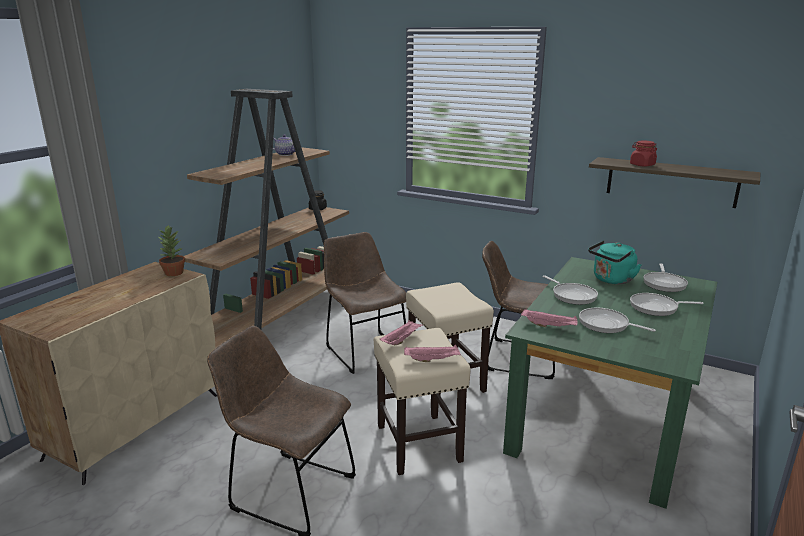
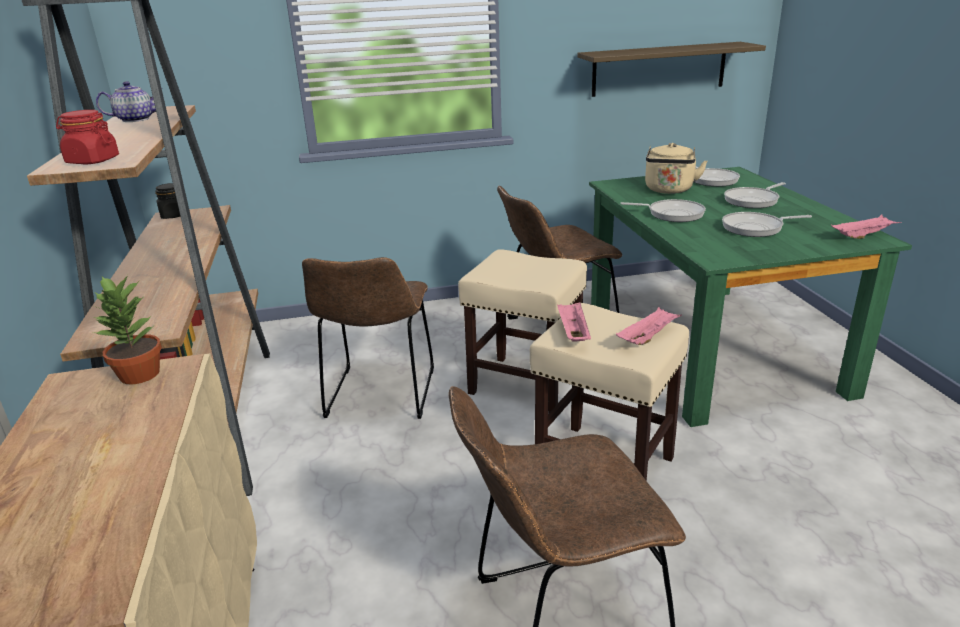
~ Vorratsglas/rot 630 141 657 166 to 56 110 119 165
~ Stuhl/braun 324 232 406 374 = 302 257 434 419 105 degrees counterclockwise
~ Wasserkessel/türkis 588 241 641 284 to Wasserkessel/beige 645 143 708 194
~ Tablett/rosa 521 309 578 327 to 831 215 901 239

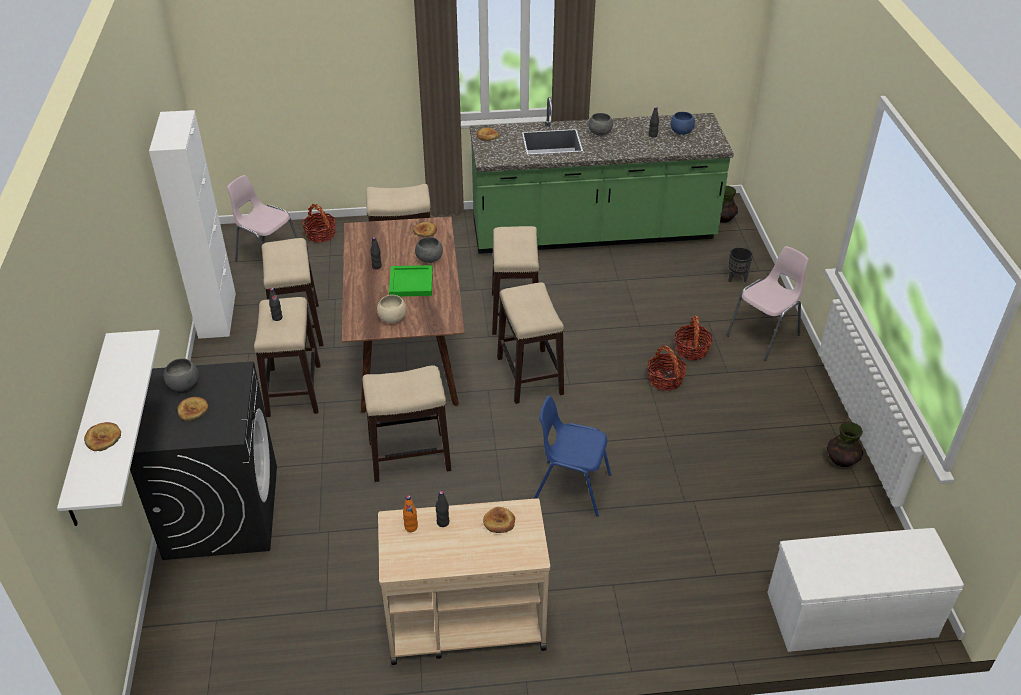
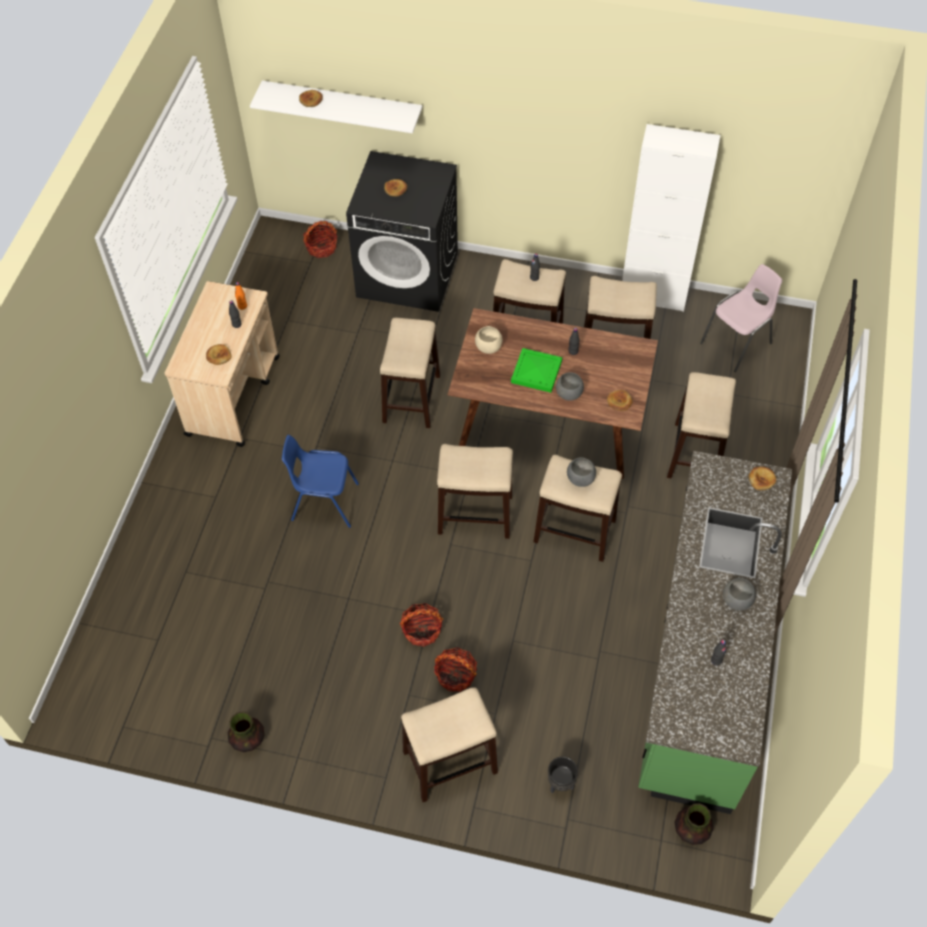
- Schüssel/blau 671 112 695 135
~ Korb 303 204 336 243 to 303 221 337 258
~ Stuhl/rosa 726 246 809 361 to Hocker 401 688 498 802
~ Schüssel/grau 163 358 198 391 to 567 457 596 487
~ Stuhl/blau 533 396 611 517 = 282 435 359 528 120 degrees counterclockwise
- Bank/weiß 767 528 964 652

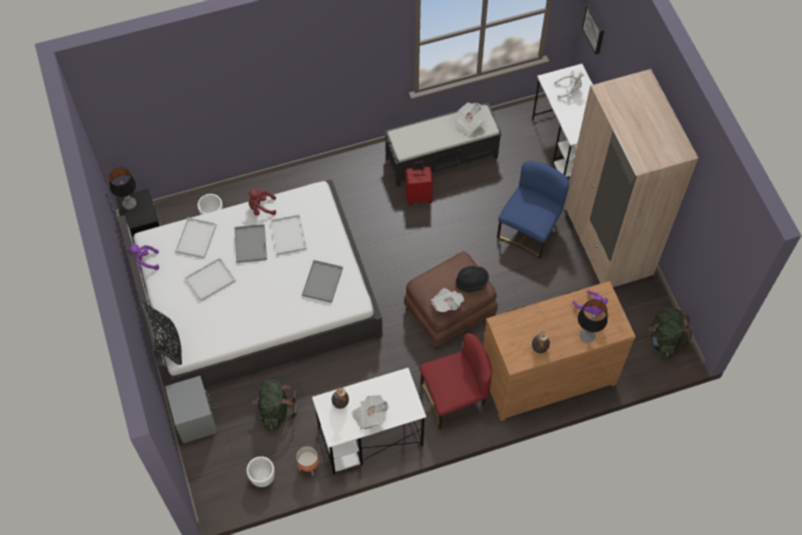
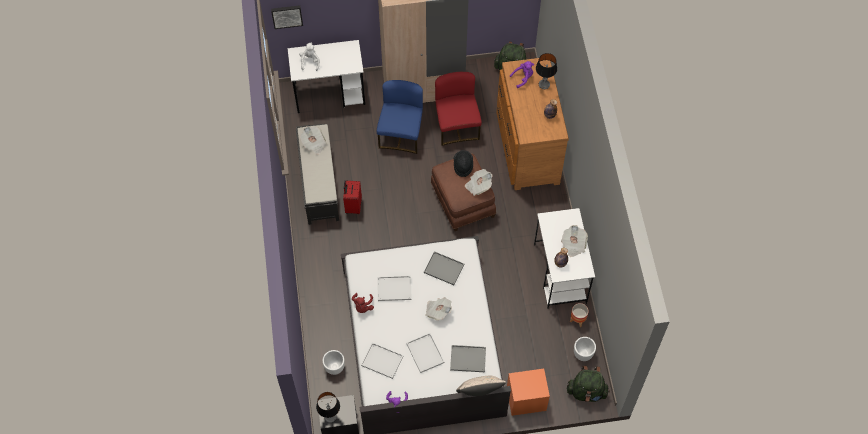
~ Stuhl/blau 497 161 569 259 = 377 80 423 154 60 degrees clockwise
~ Tablett/grau 234 224 267 263 to 450 345 486 372
~ Kissen/schwarz 140 301 182 365 to Kissen/beige 456 376 506 396
~ Stuhl/rot 419 333 492 429 to 435 72 482 146
~ Nachttisch/grau 165 376 217 443 to Nachttisch/orange 507 369 550 416
~ Rucksack/grün 252 380 298 430 to 567 366 610 402
+ Zeitung 425 298 452 320

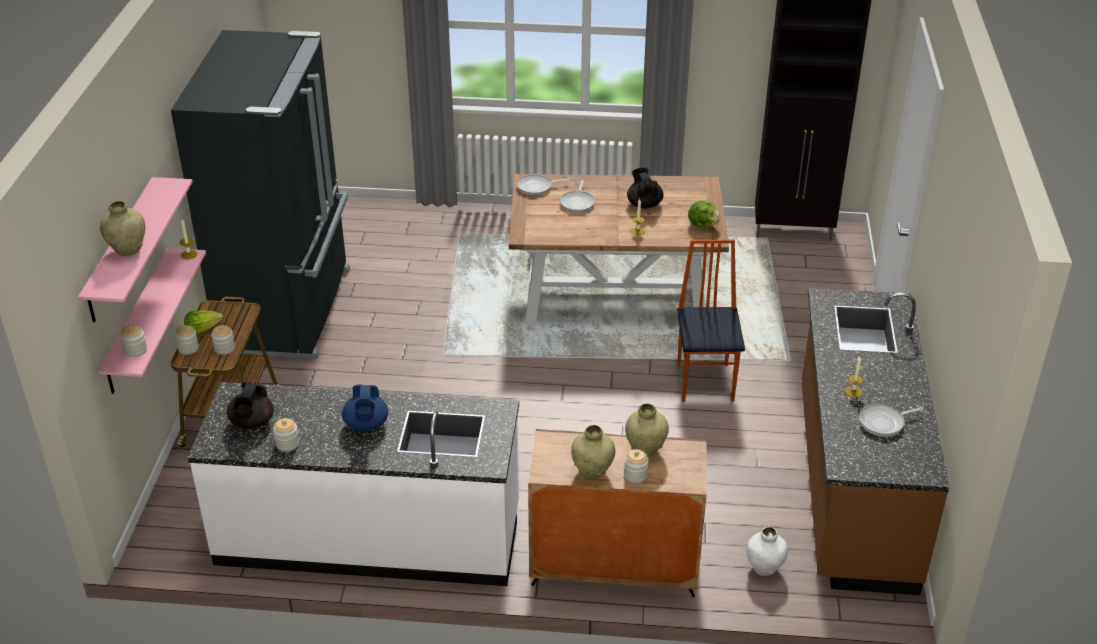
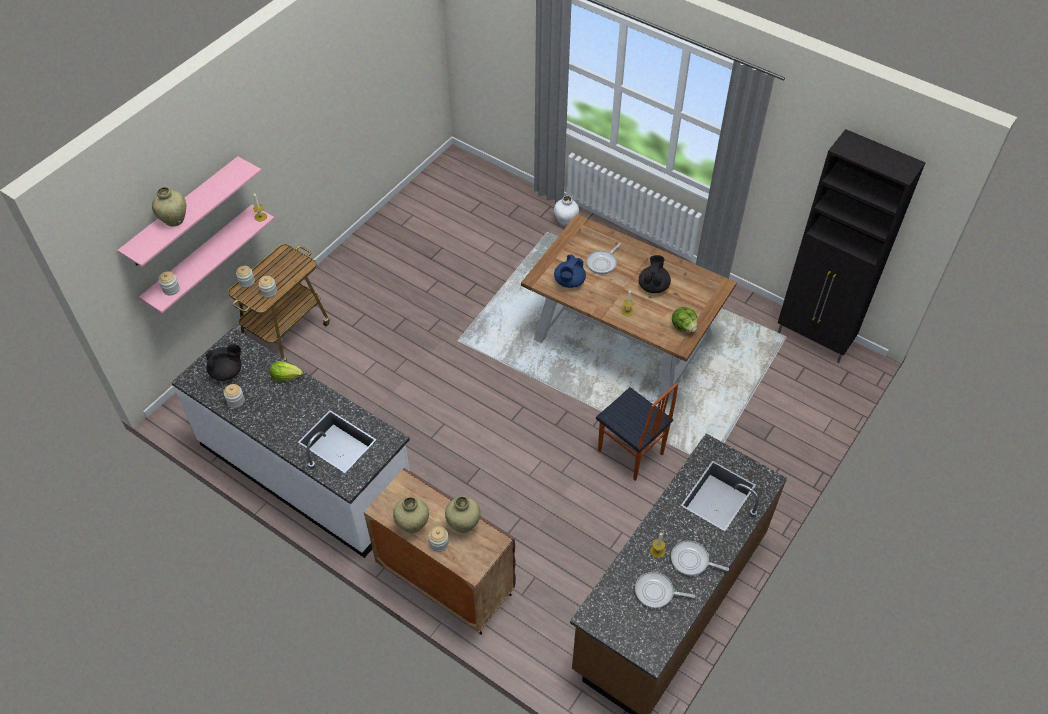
- Kühlschrank/schwarz 171 30 350 359
~ Pfanne 517 174 570 196 to 671 540 729 576
~ Stuhl 677 240 745 402 = 596 383 678 481 105 degrees clockwise
~ Salatkopf 184 310 223 334 to 270 361 303 381
~ Teekanne/schwarz 227 382 274 429 = 206 344 241 381 150 degrees counterclockwise
~ Teekanne/blau 342 384 388 431 to 554 255 586 288
~ Vase/weiß 746 527 788 576 to 554 196 579 226

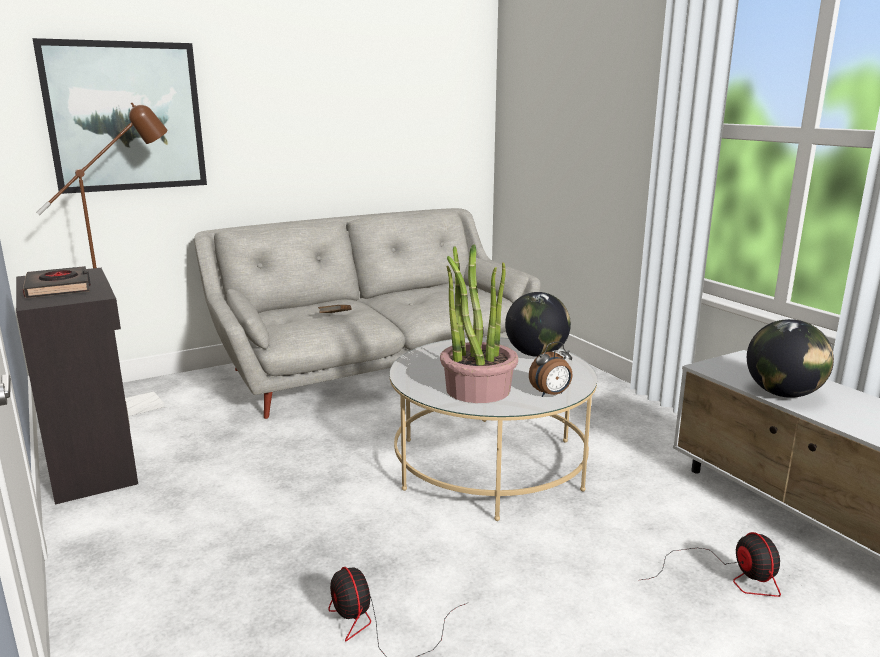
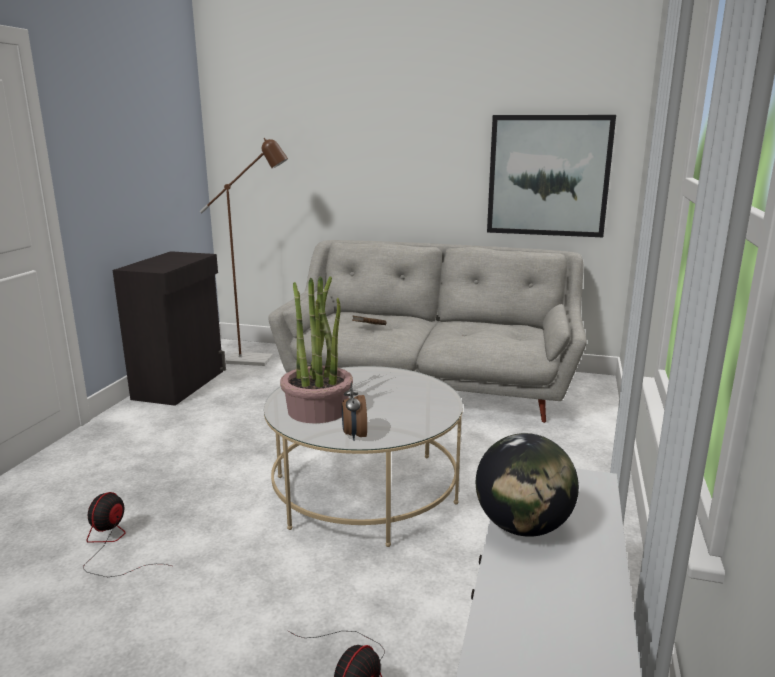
~ Bild 33 38 207 194 to 487 115 616 237
- Buch/schwarz 23 266 91 298
- Globus 505 292 571 357
~ Wecker 529 342 572 397 = 342 382 367 441 60 degrees clockwise

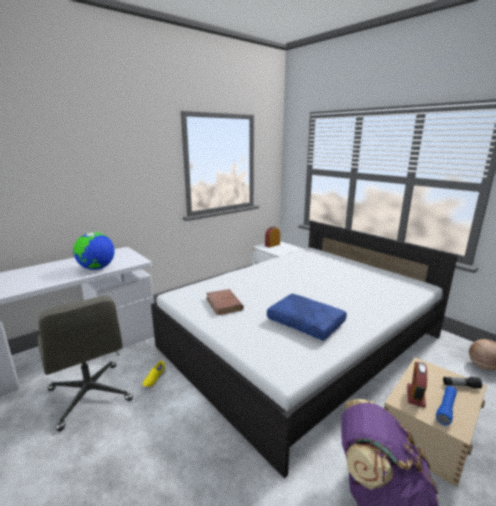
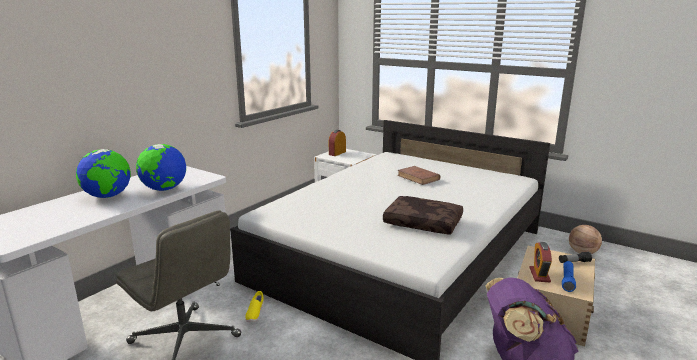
~ Buch/braun 206 289 244 316 to 397 166 440 185
~ Kissen/blau 267 294 347 341 to Kissen/braun 383 196 463 235
+ Globus 76 149 131 198

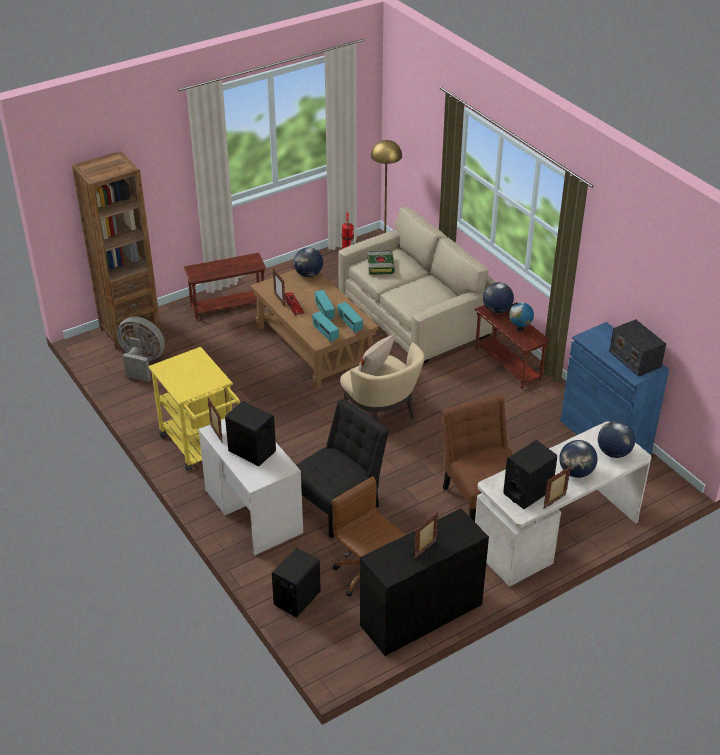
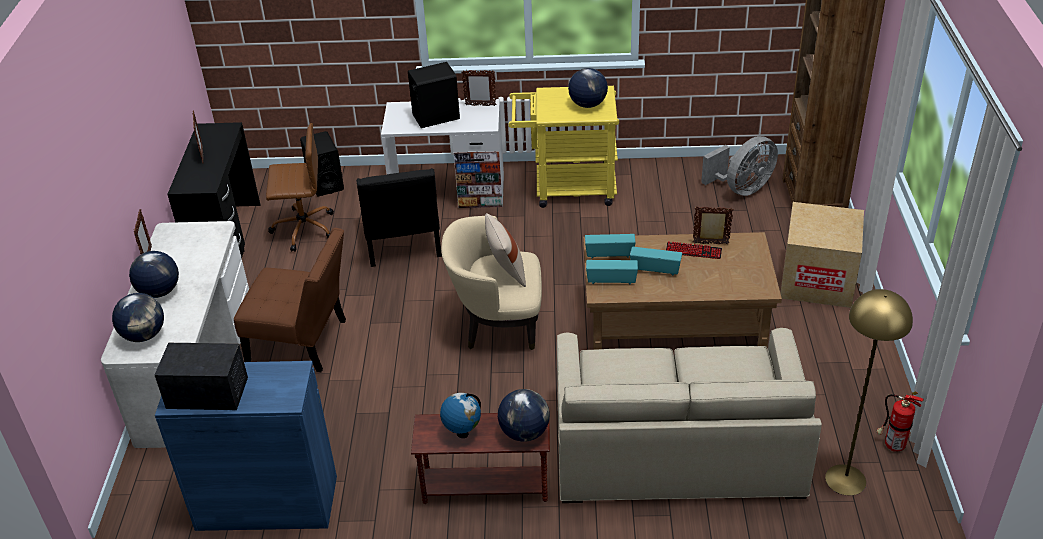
~ Globus 294 247 323 277 to 568 68 608 108
- Buch 367 251 395 275
~ Beistelltisch/braun 184 253 266 320 to Karton 780 202 864 308
- Lautsprecher/schwarz 503 440 557 509

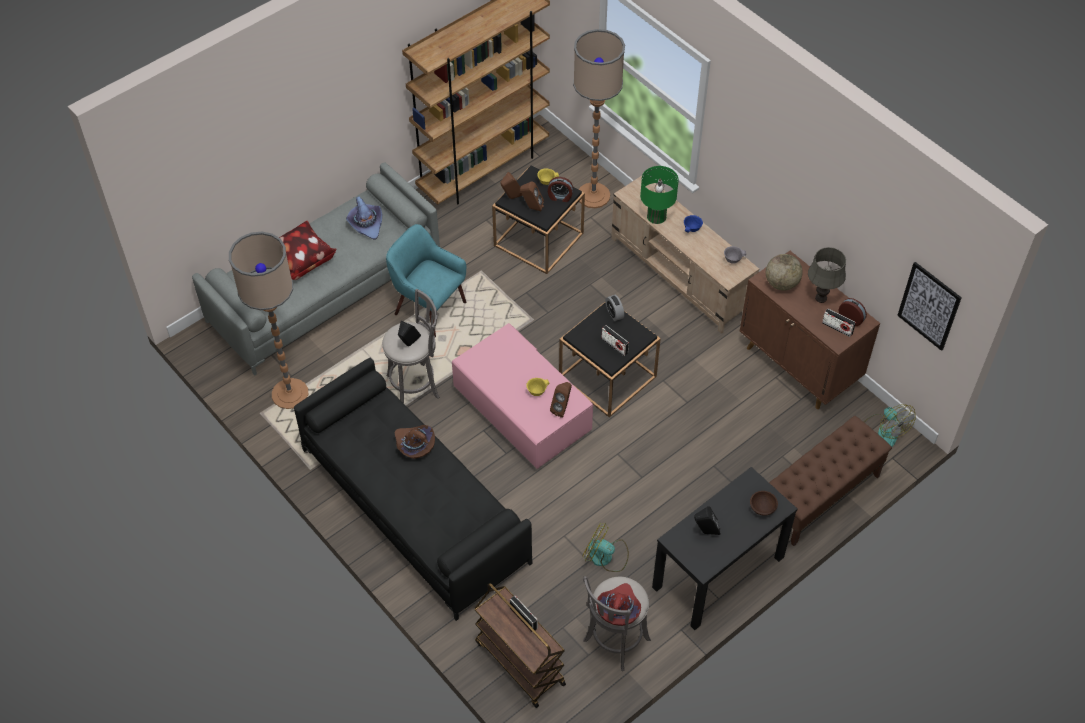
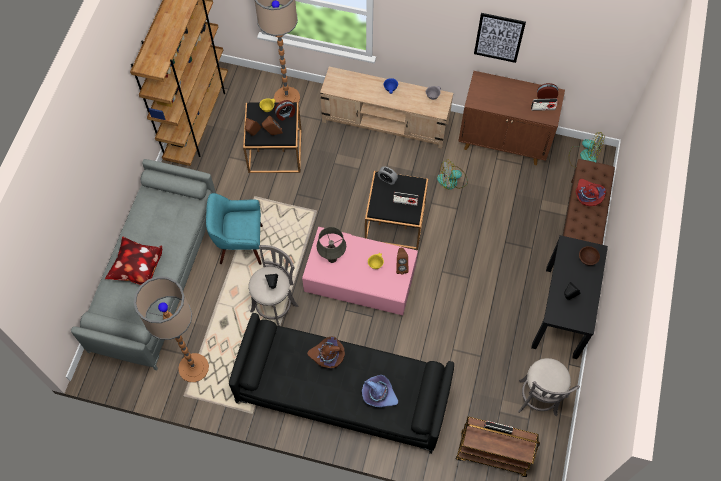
- Tischlampe/grün 640 166 679 224
~ Hut/lila 346 196 382 239 to 362 375 398 408
~ Tischlampe/grau 808 247 846 303 to 317 227 346 263
- Globus 766 254 803 291
~ Bild 897 262 962 351 to 474 13 526 63
~ Ventilator 582 523 629 572 to 437 159 468 190
~ Hut/rot 596 583 641 626 to 576 179 606 206

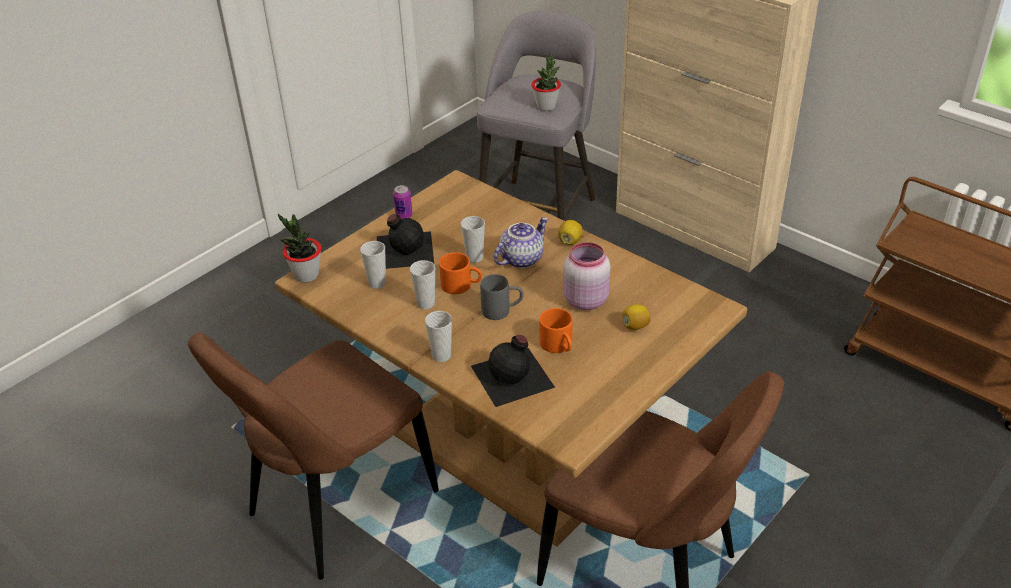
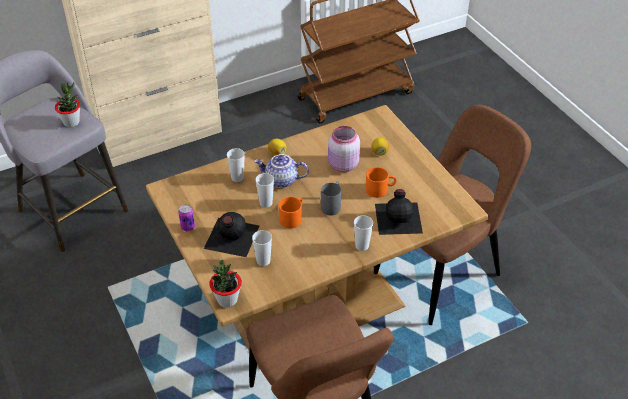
~ Teekanne 494 217 548 268 = 254 154 309 188 60 degrees counterclockwise
~ Tasse 410 260 435 309 to 227 148 245 182

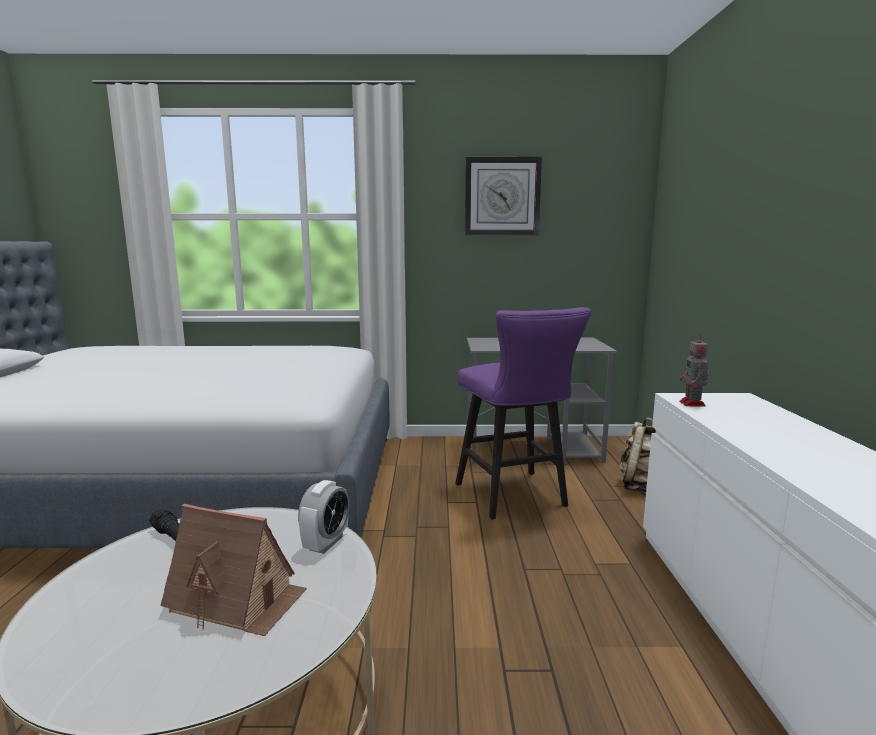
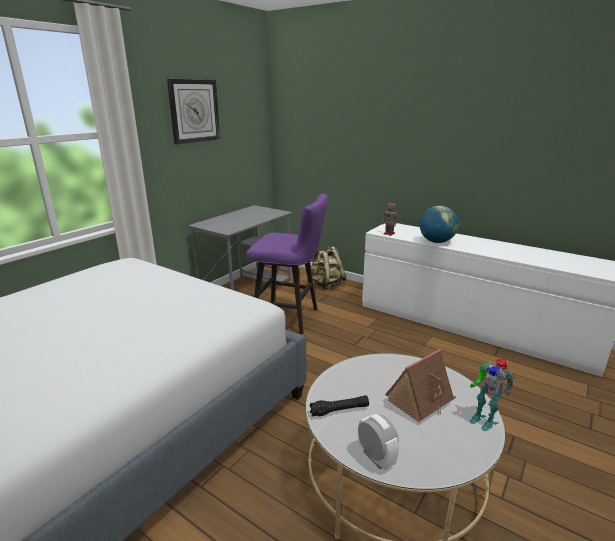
~ Wecker 298 480 350 554 to 358 414 399 470
+ Globus 420 205 459 243
+ Spielzeugroboter 469 359 515 431

